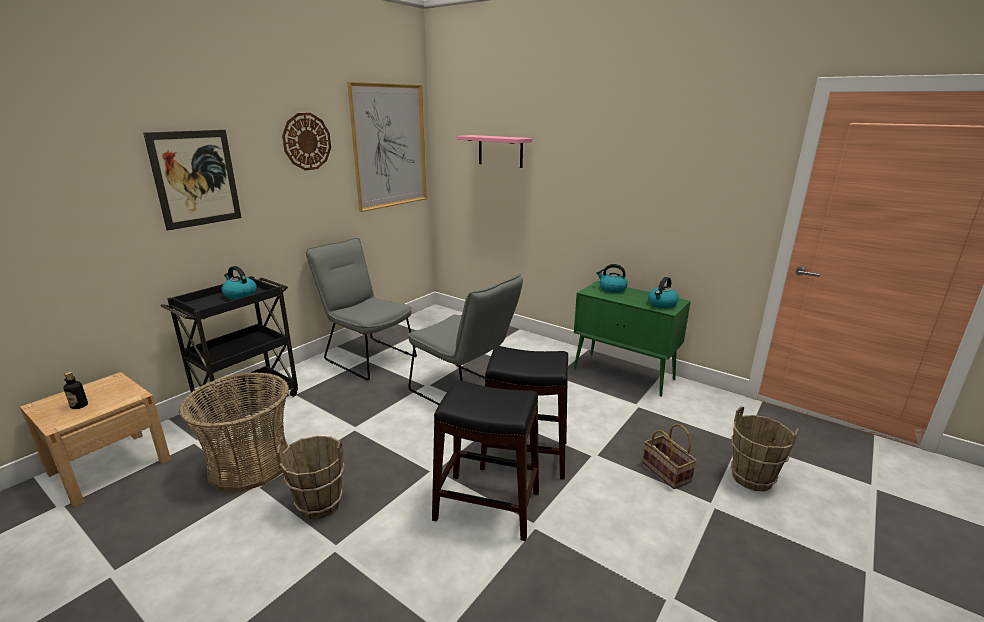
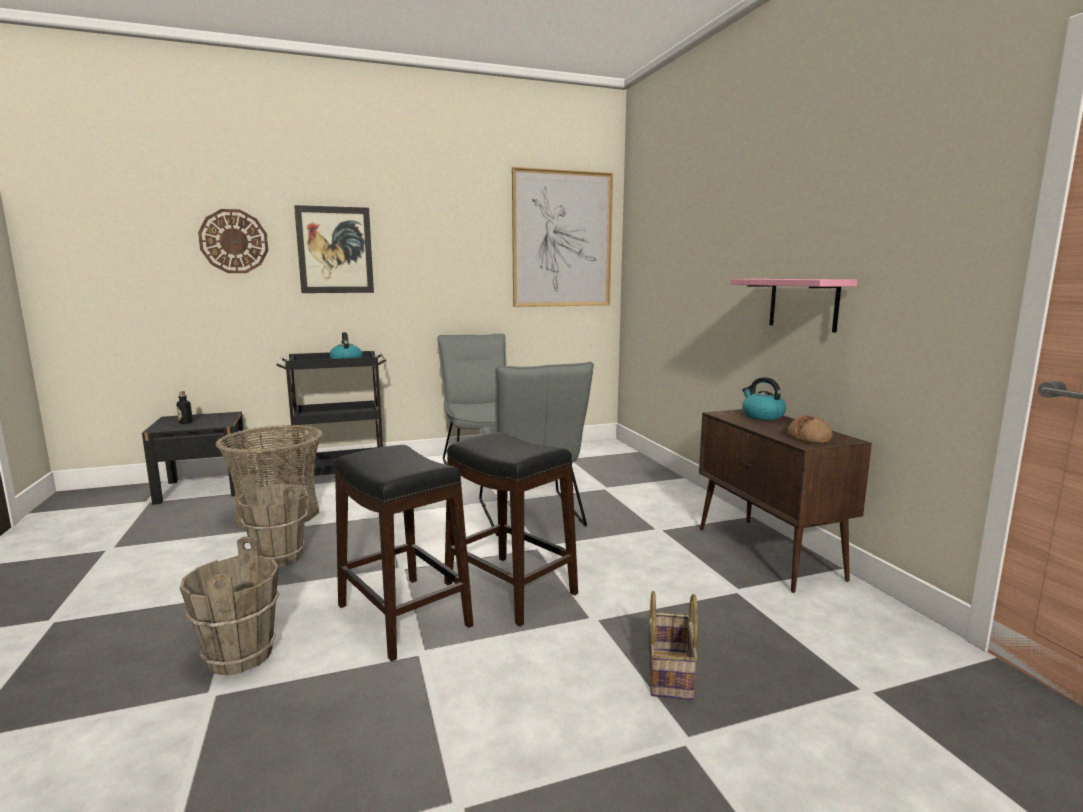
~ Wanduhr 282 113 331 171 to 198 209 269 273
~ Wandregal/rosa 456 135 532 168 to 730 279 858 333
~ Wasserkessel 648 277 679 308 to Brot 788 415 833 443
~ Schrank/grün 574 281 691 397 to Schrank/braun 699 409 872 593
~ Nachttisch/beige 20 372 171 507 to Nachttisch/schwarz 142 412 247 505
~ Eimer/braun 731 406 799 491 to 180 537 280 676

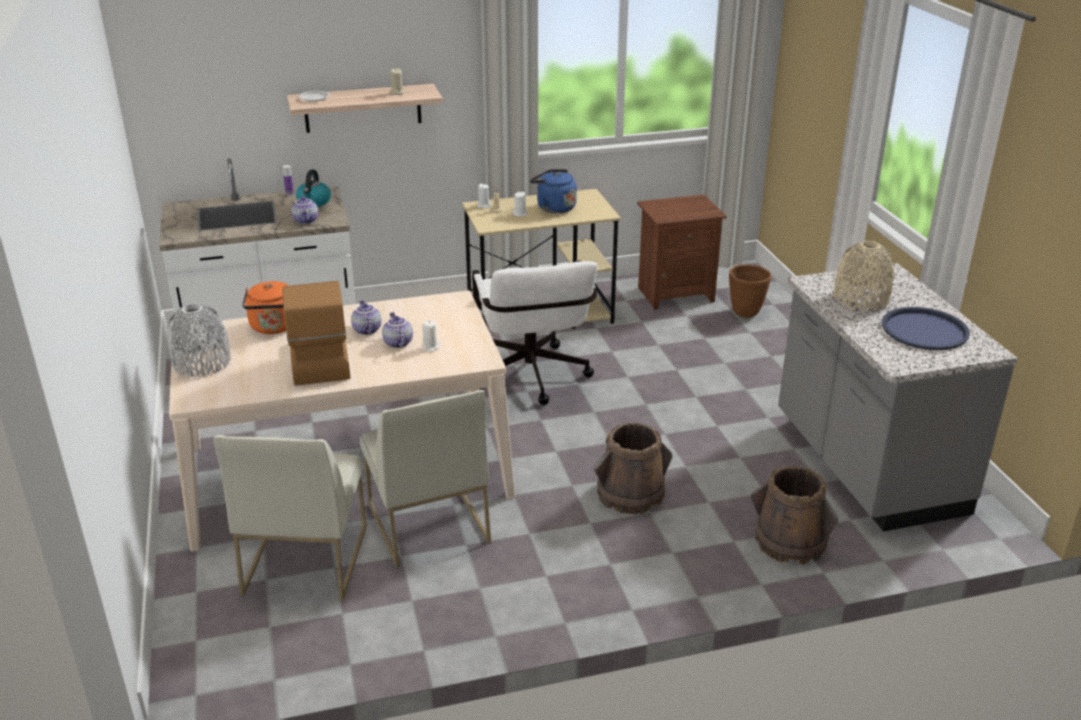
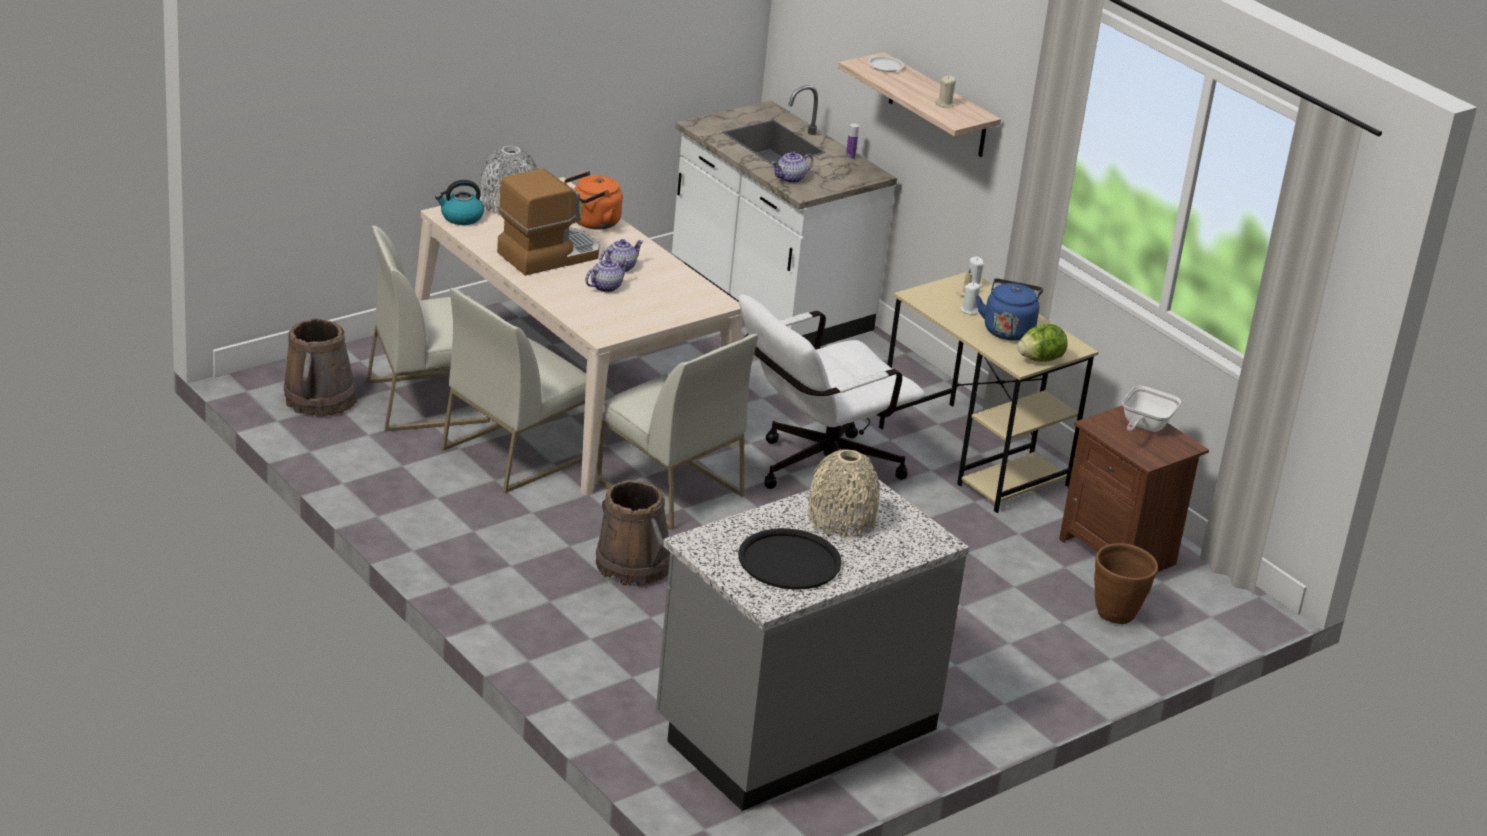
~ Wasserkessel 296 170 331 207 to 435 180 484 225
~ Tablett/blau 882 307 970 350 to Tablett/schwarz 738 528 842 590
- Kerze/weiß 422 321 440 352
~ Eimer/braun 751 466 838 565 to 284 319 357 417
+ Salatkopf 1017 324 1068 362
+ Stuhl/weiß 596 334 758 530
+ Pfanne 1122 386 1181 432

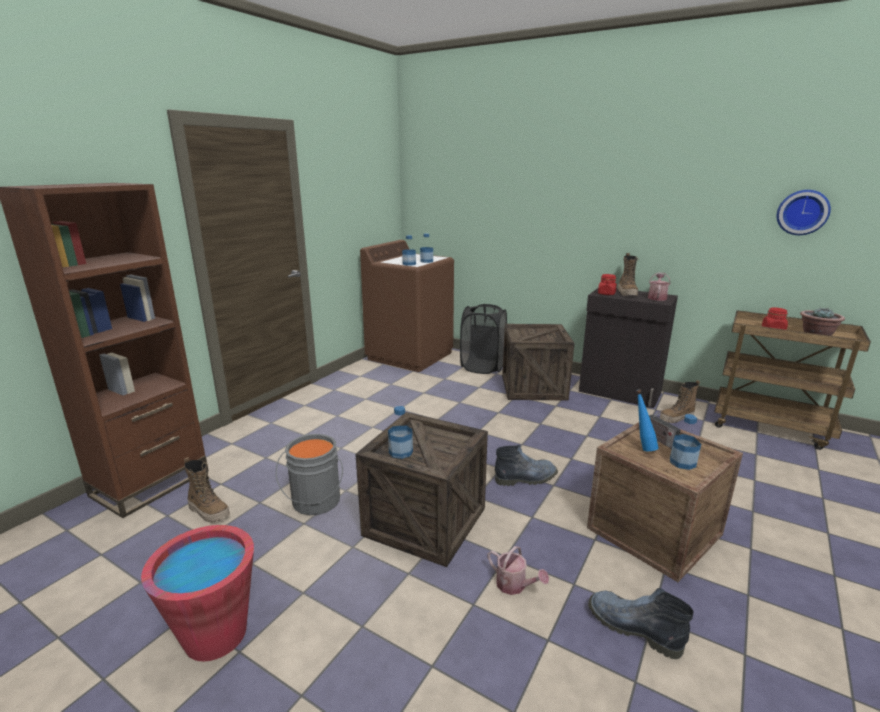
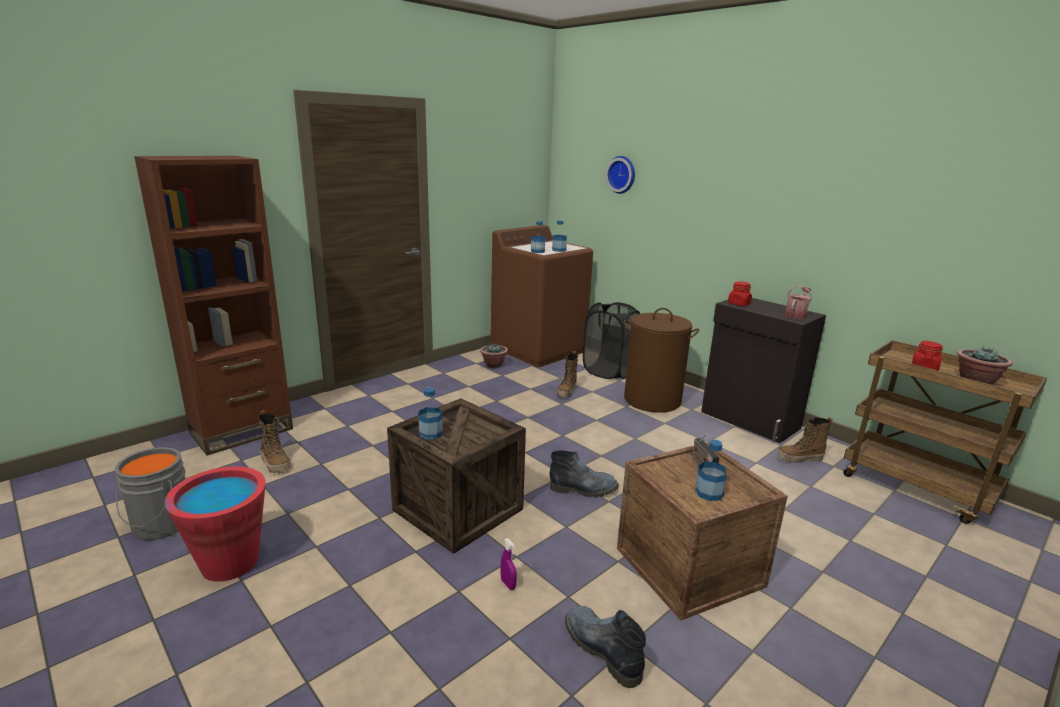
~ Wanduhr 777 190 831 235 to 606 156 635 194
~ Stiefel 618 253 639 296 to 557 351 578 397
~ Kiste 502 324 574 401 to Wäschekorb/braun 624 308 699 413
- Flasche/blau 636 389 658 451
~ Eimer/grau 276 434 343 515 to 115 447 186 540
~ Gießkanne 487 546 549 595 to Sprühflasche/lila 501 538 517 590
+ Topfpflanze 480 343 508 368

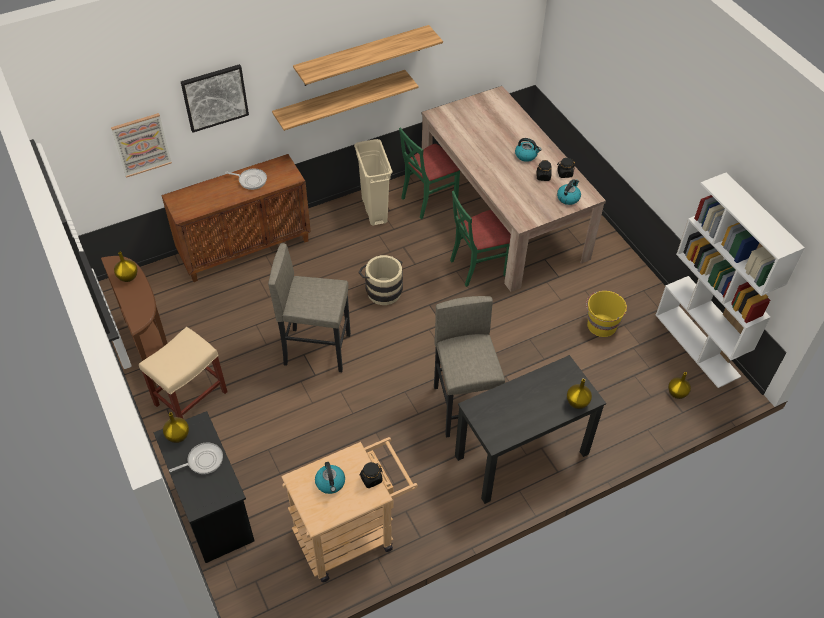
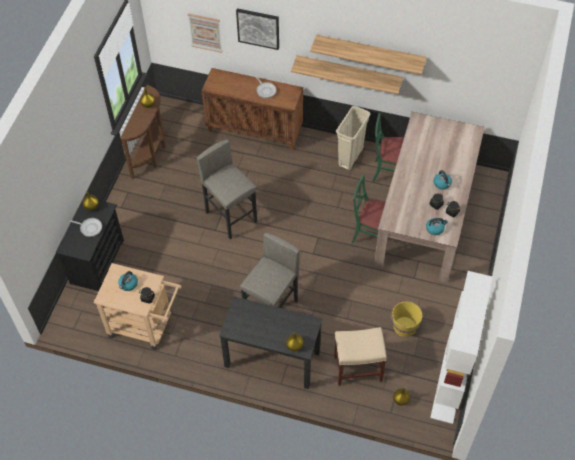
- Eimer/beige 359 255 403 305
~ Hocker/beige 139 327 228 419 to 334 327 387 386

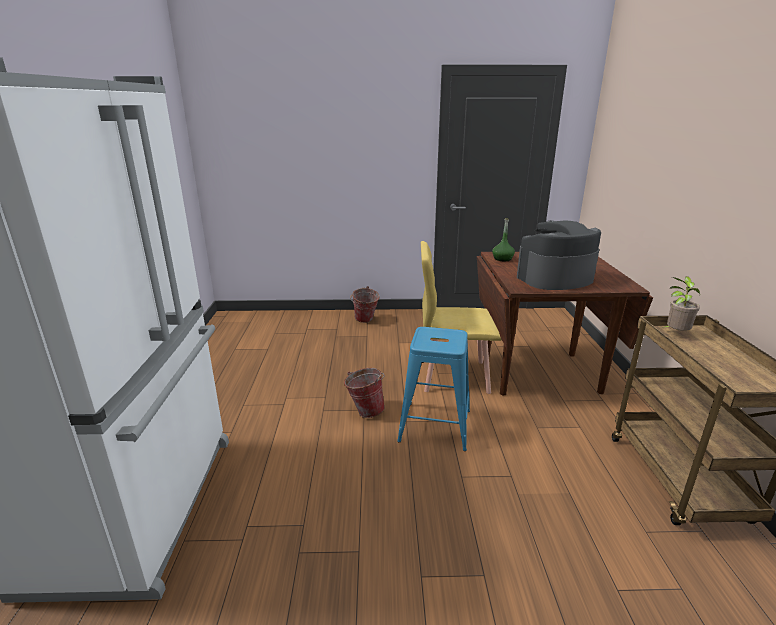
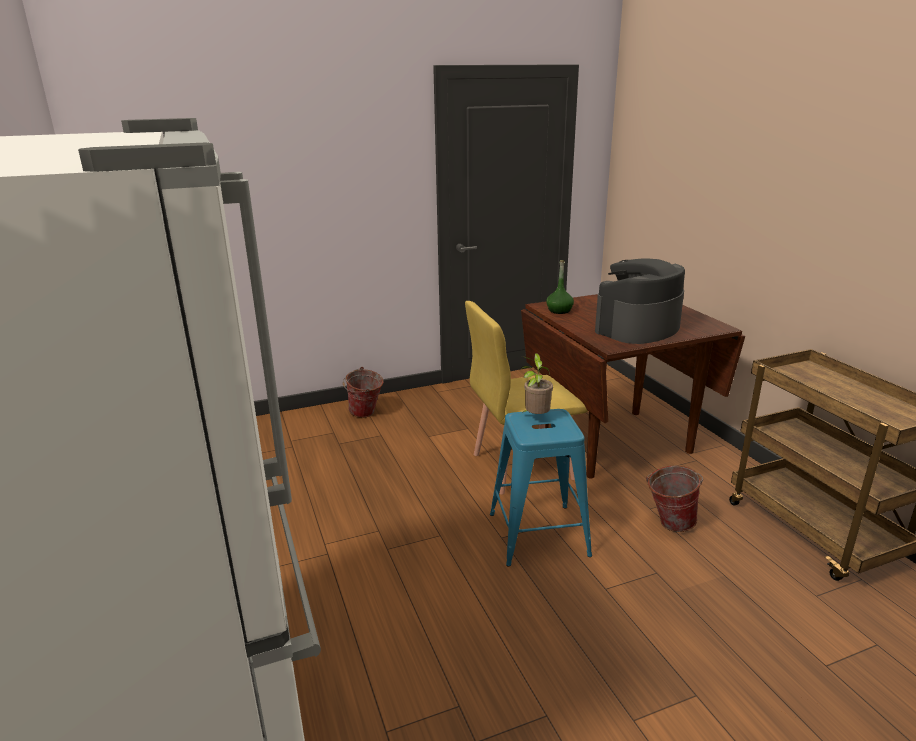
~ Topfpflanze 662 276 700 331 to 521 353 553 414
~ Eimer 344 368 385 418 to 646 465 703 532

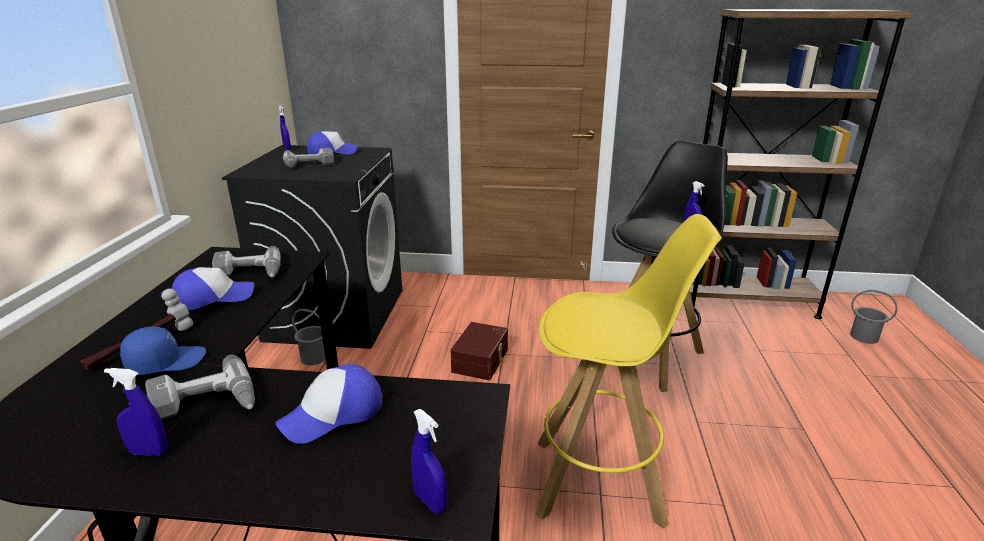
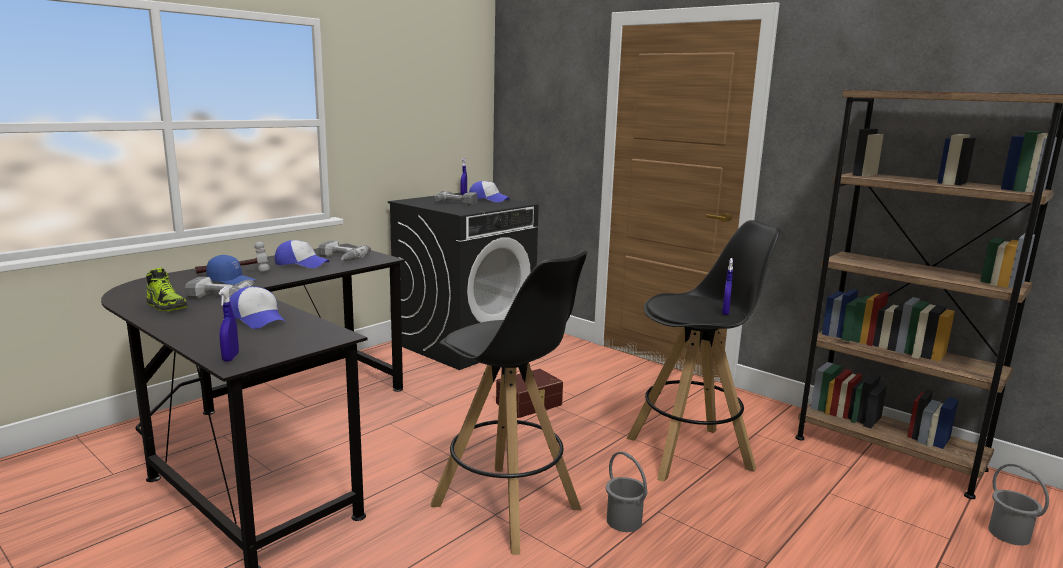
~ Hocker/gelb 536 214 722 529 to Hocker/schwarz 431 250 587 555
~ Eimer/grau 292 309 326 365 to 606 452 648 532
~ Kappe 275 364 382 444 = 230 286 285 329 135 degrees counterclockwise
~ Sprühflasche/blau 104 368 168 456 to Schuh 146 268 188 311

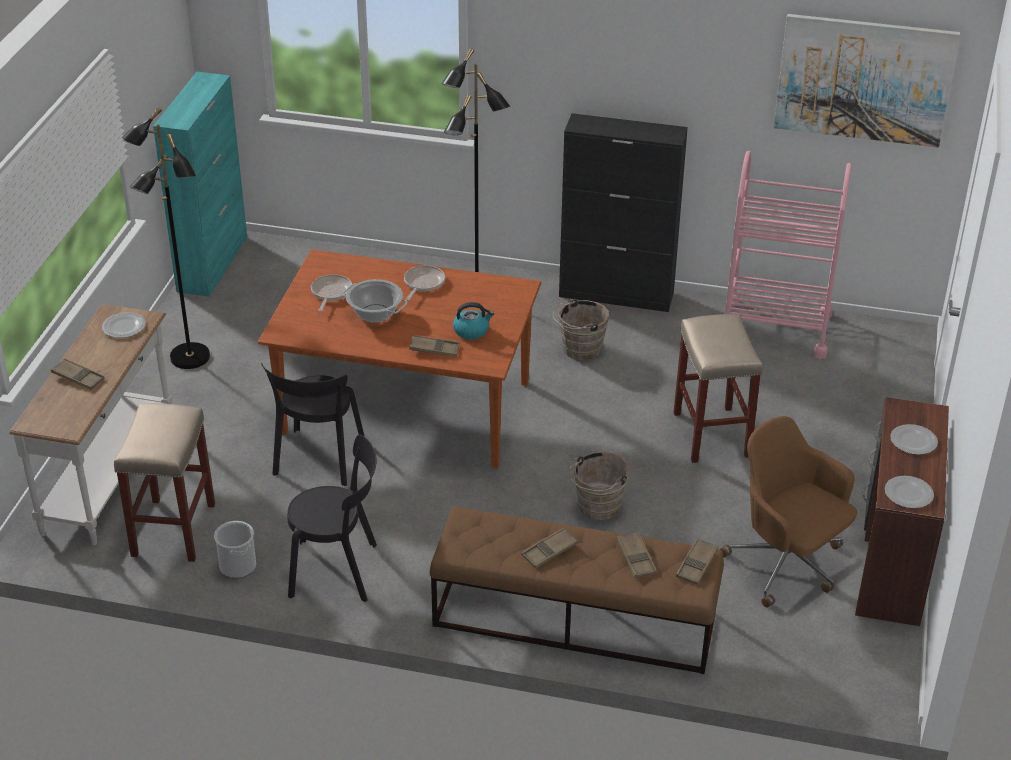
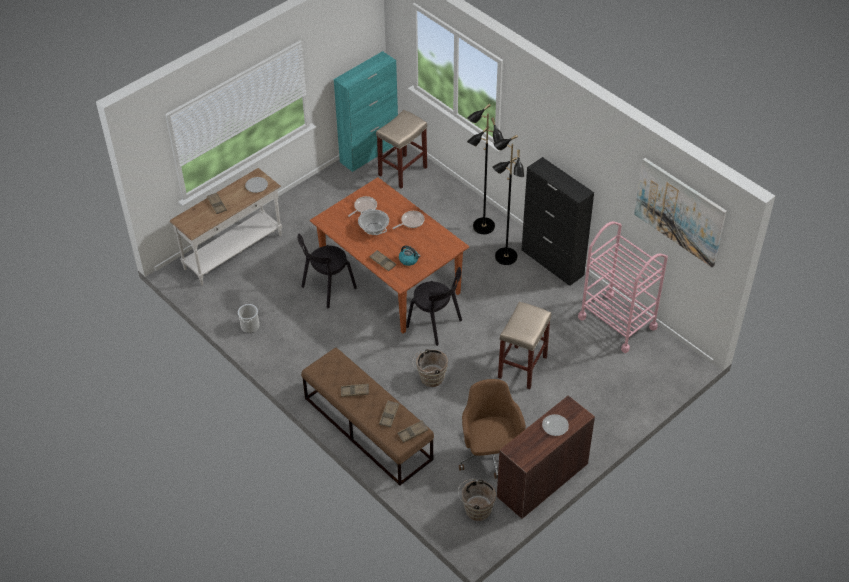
~ Stehlampe/schwarz 122 107 210 369 to 492 135 524 265
~ Eimer/braun 553 299 609 360 to 458 478 496 521
~ Hocker/beige 114 403 215 562 to 376 110 427 189
~ Stuhl/schwarz 287 435 377 602 to 406 267 462 346
- Teller 885 476 934 508

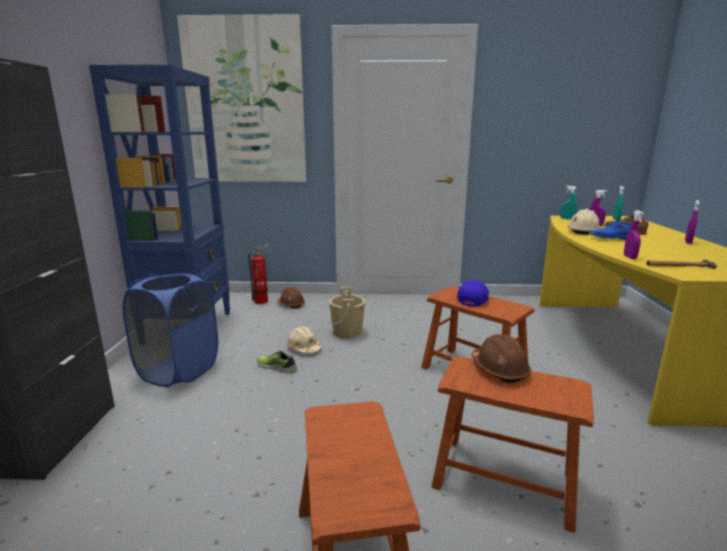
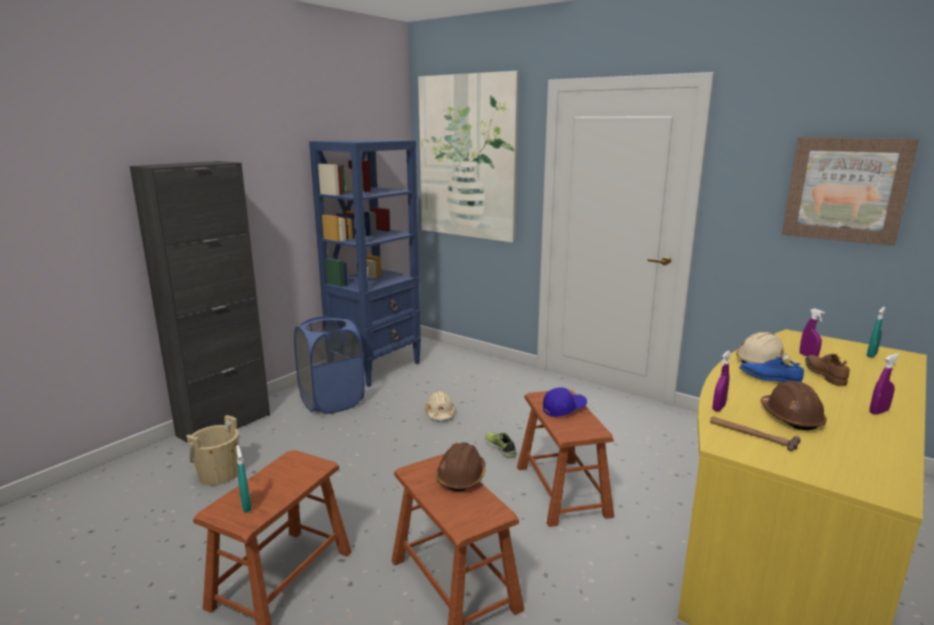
~ Sprühflasche/türkis 560 186 577 220 to 236 445 252 513
- Feuerlöscher 248 243 271 304
~ Schutzhelm/braun 278 287 305 309 to 761 381 827 430
~ Eimer/beige 329 287 365 338 to 186 415 239 486
~ Schuh 257 351 297 373 to 485 432 517 458
+ Bild 782 137 919 246

